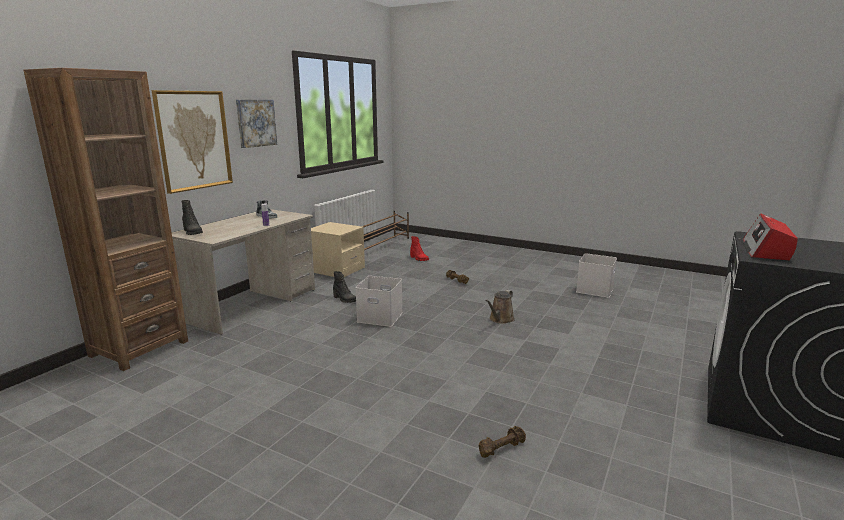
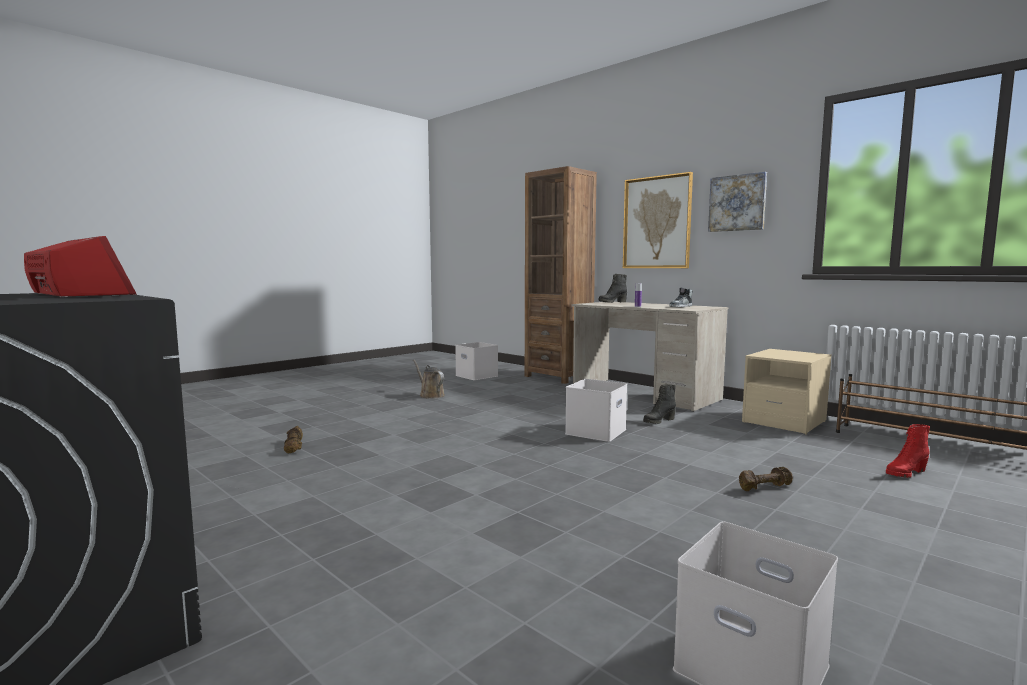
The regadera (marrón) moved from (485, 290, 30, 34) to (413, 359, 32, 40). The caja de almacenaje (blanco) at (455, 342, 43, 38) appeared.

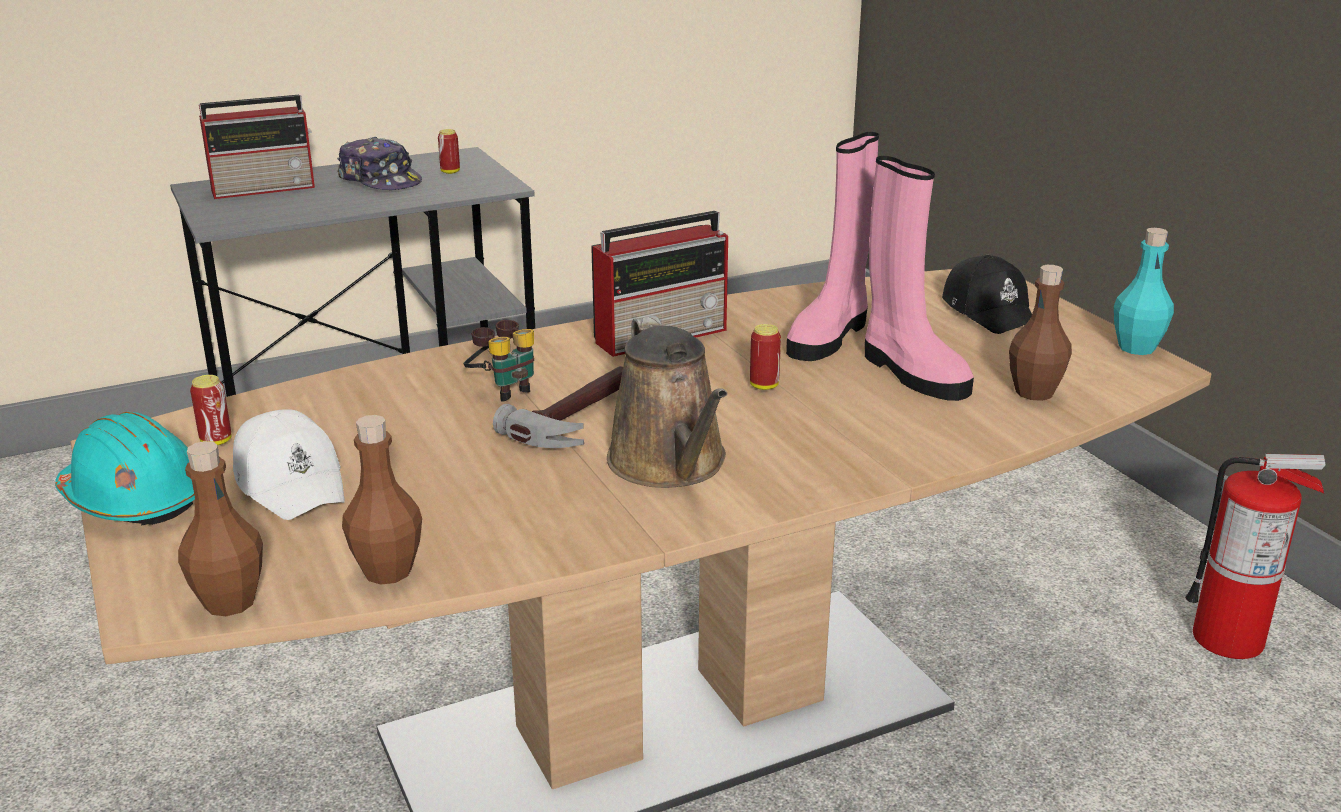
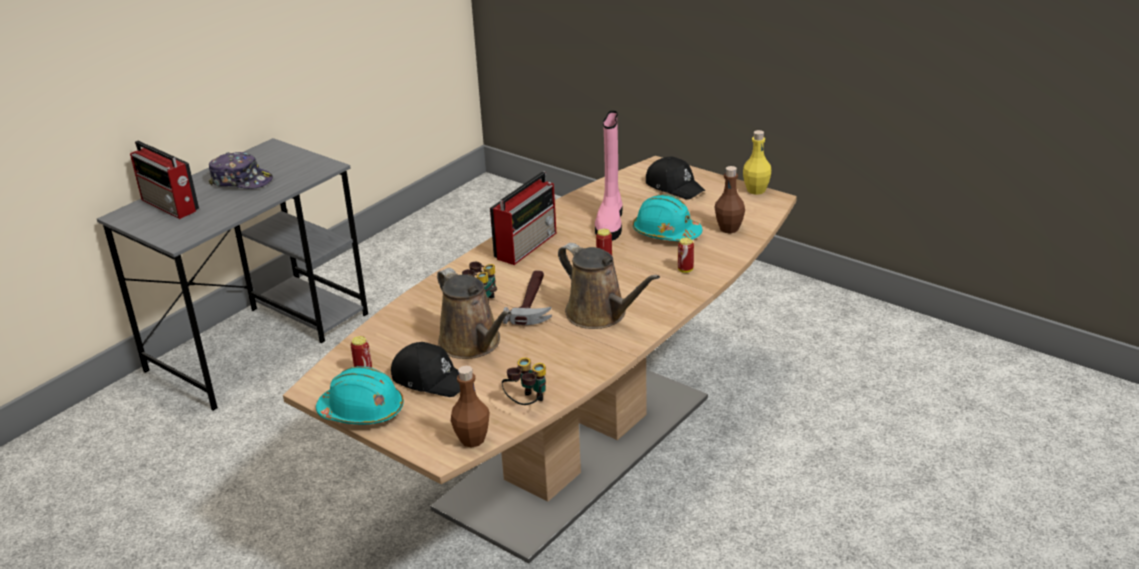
The radio at (199, 95, 116, 104) turned 90 degrees clockwise. The gorra (blanco) at (233, 409, 112, 111) became the gorra (negro) at (391, 342, 69, 55). The botella (marrón) at (342, 415, 80, 170) was replaced by the prismáticos at (502, 357, 44, 48). The lata moved from (438, 129, 22, 45) to (678, 238, 16, 35). The bota (rosa) at (865, 156, 109, 245) was replaced by the casco (turquesa) at (633, 194, 69, 47). The botella (turquesa) at (1114, 228, 60, 127) became the botella (amarillo) at (743, 130, 28, 65). The extintor at (1185, 454, 140, 205) disappeared. The regadera (marrón) at (437, 268, 74, 91) appeared.

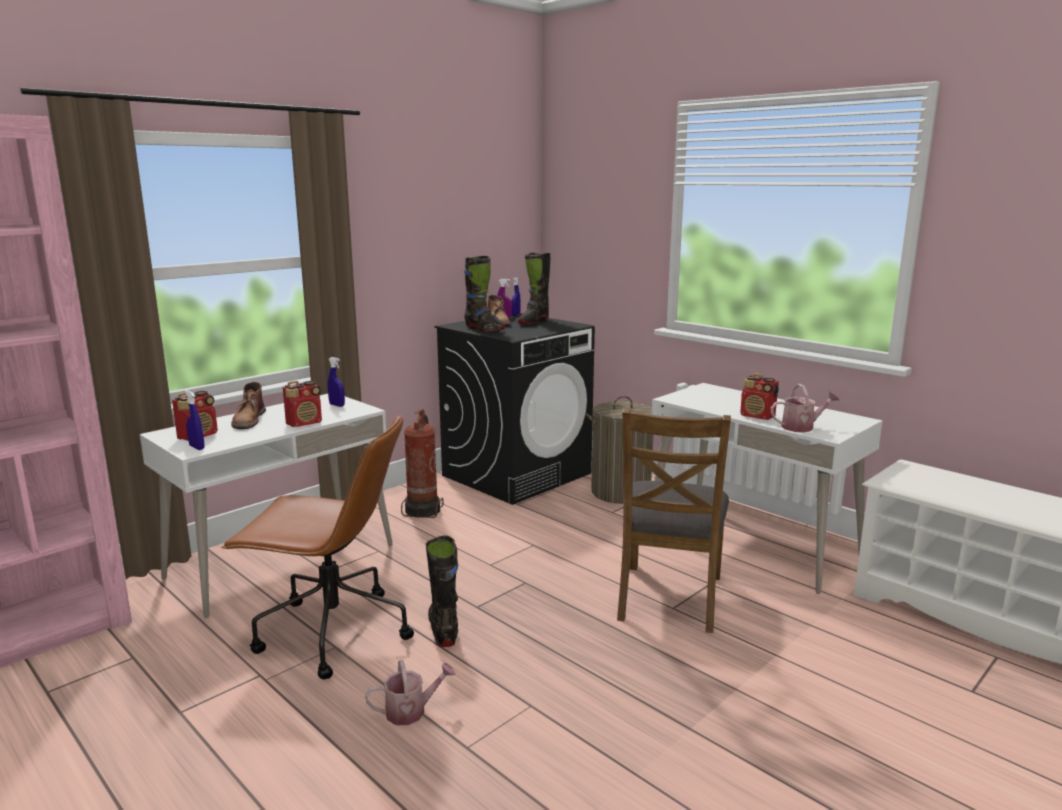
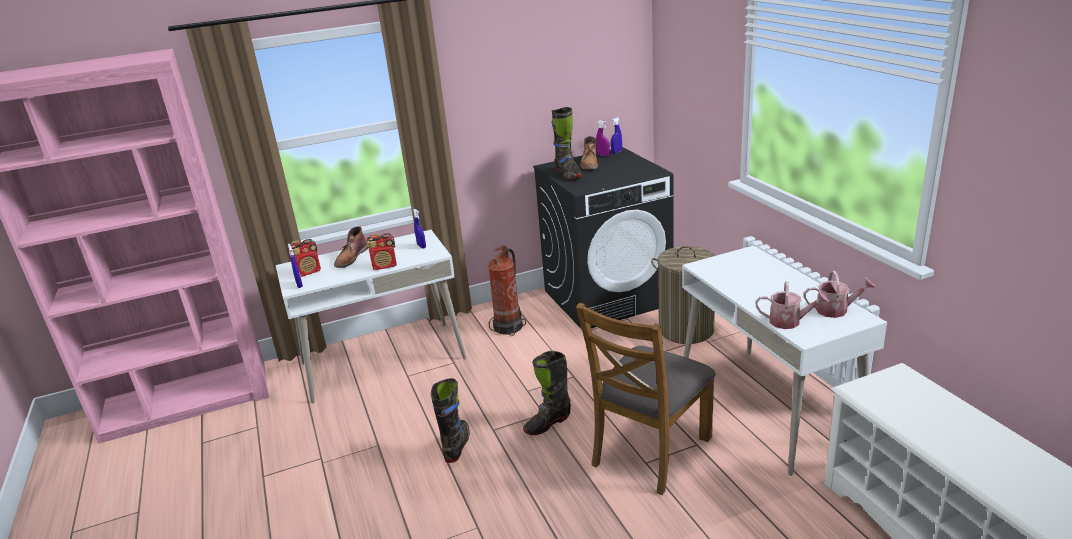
The silla de oficina (marrón) at (222, 415, 192, 264) disappeared. The regadera moved from (365, 660, 91, 65) to (804, 271, 72, 47). The bota (negro) moved from (518, 253, 32, 72) to (523, 351, 48, 84). The radio at (740, 373, 39, 47) disappeared.

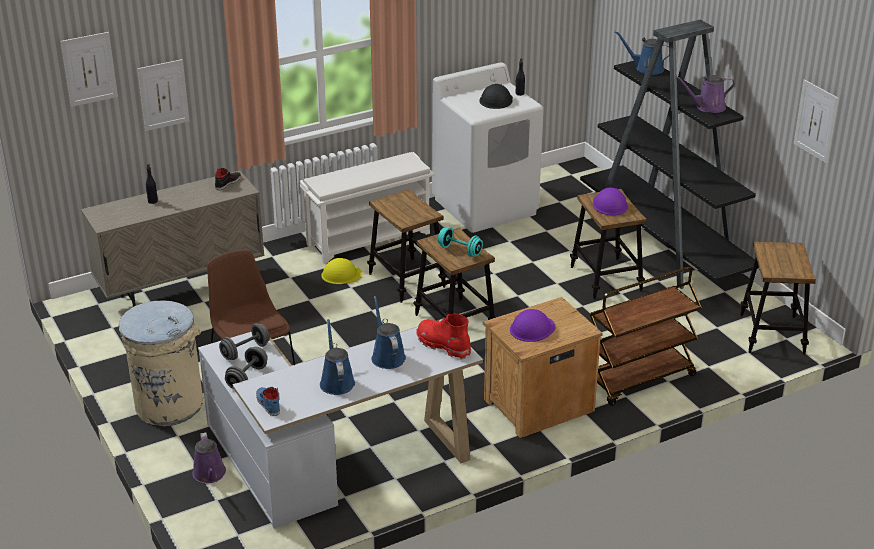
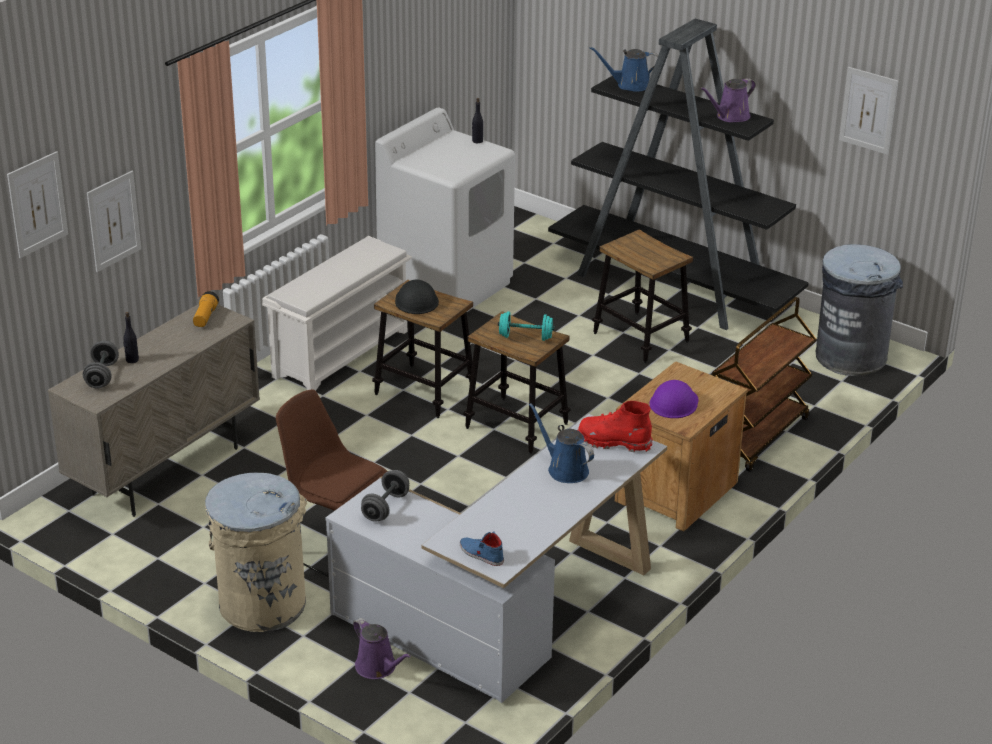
The zapato (negro) at (215, 168, 26, 22) was replaced by the linterna at (193, 291, 26, 36). The mancuerna (gris) moved from (225, 347, 43, 42) to (83, 341, 36, 48). The regadera (azul) at (320, 319, 35, 76) disappeared. The casco (amarillo) at (321, 258, 41, 26) disappeared. The casco (negro) moved from (479, 84, 34, 25) to (395, 280, 44, 34). The casco (morado) at (593, 188, 35, 27) disappeared. The taburete at (740, 241, 76, 114) was replaced by the papelera (gris) at (816, 244, 87, 132).

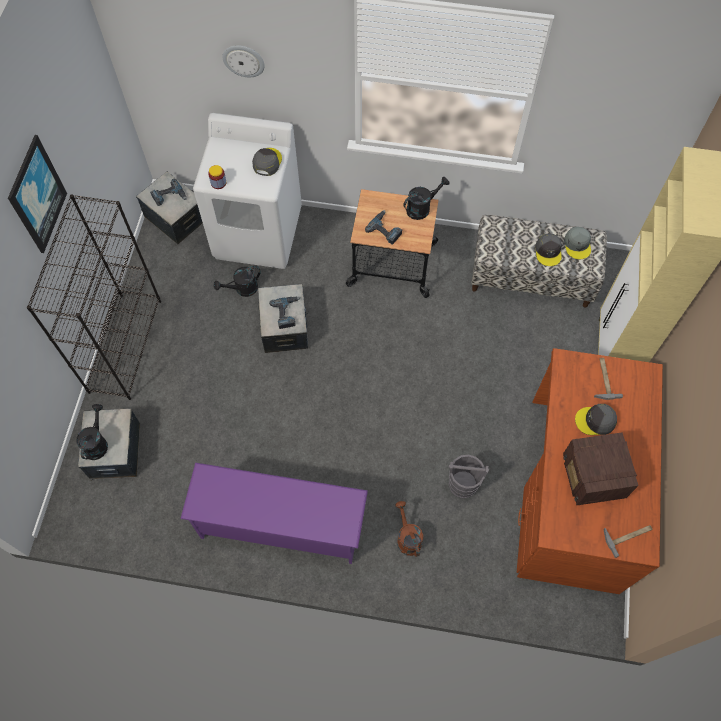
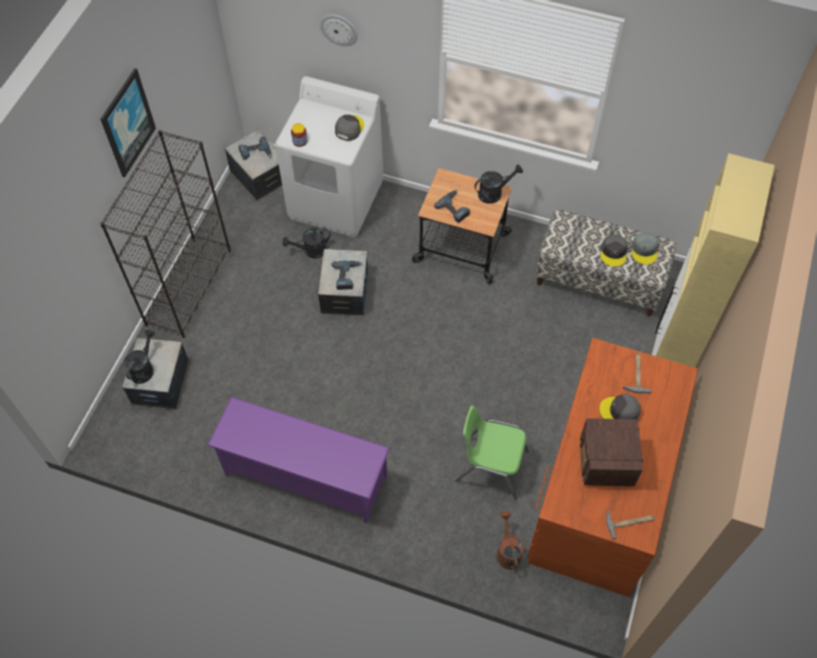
The regadera (marrón) moved from (395, 501, 28, 56) to (497, 511, 27, 59). The cubo (gris) at (449, 455, 40, 43) was replaced by the silla (verde) at (455, 406, 74, 94).

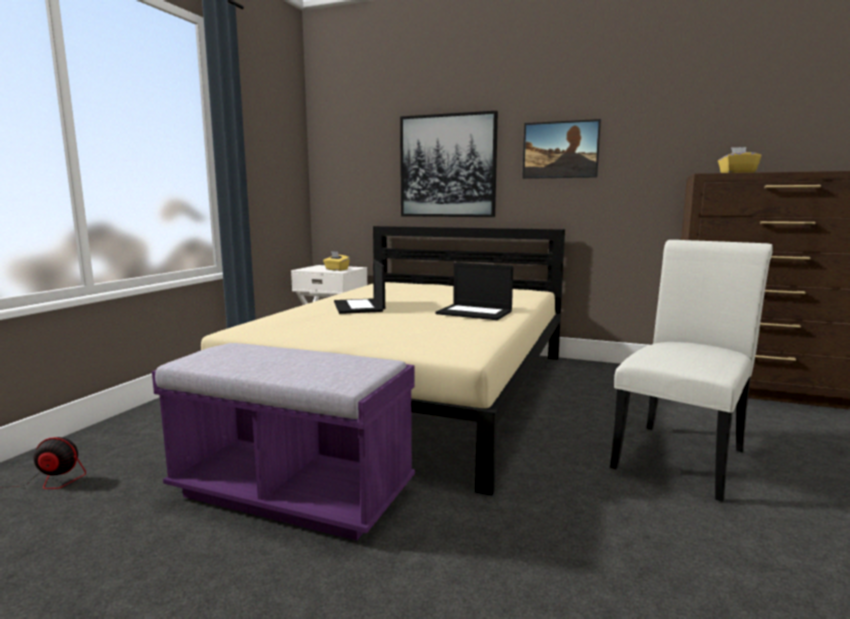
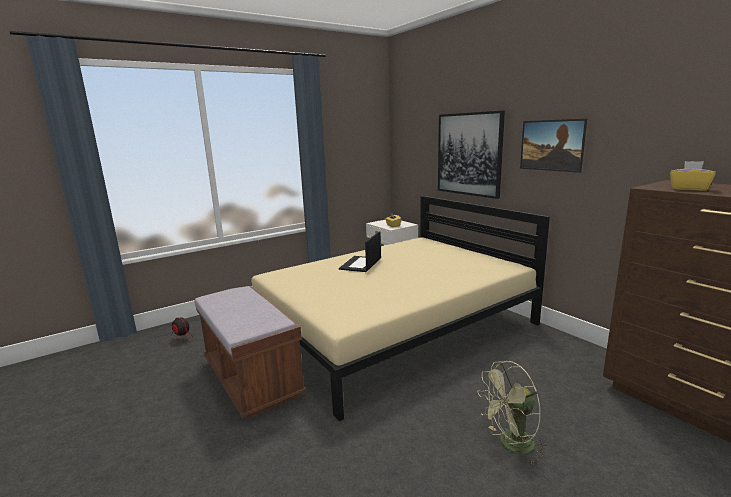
The banco (morado) at (152, 343, 263, 198) became the banco (marrón) at (195, 286, 111, 133). The portátil at (436, 262, 77, 58) disappeared. The silla (blanco) at (610, 240, 163, 262) was replaced by the ventilador (verde) at (477, 361, 69, 103).

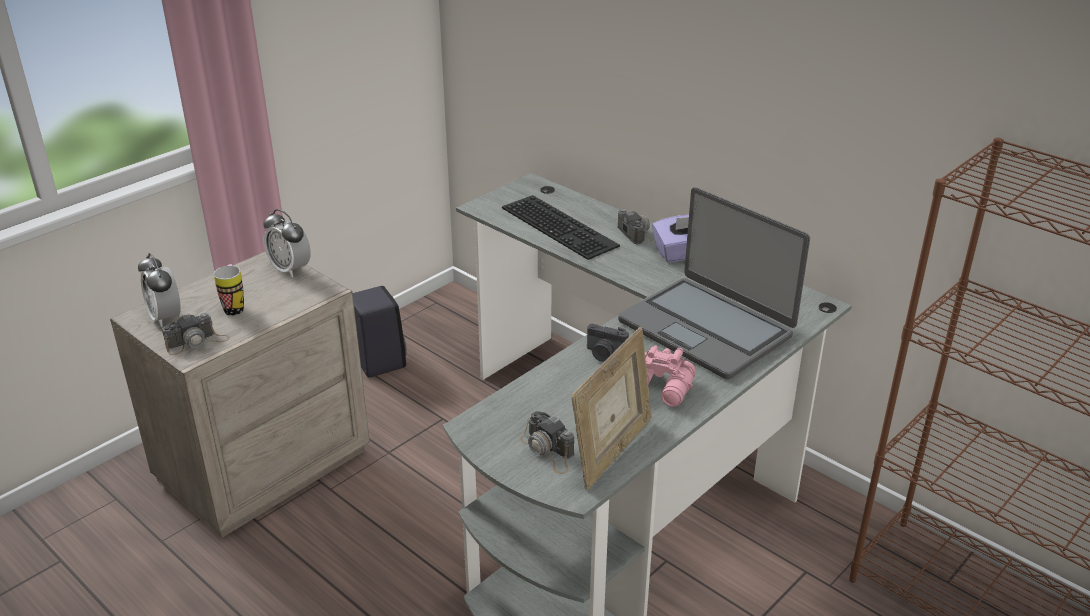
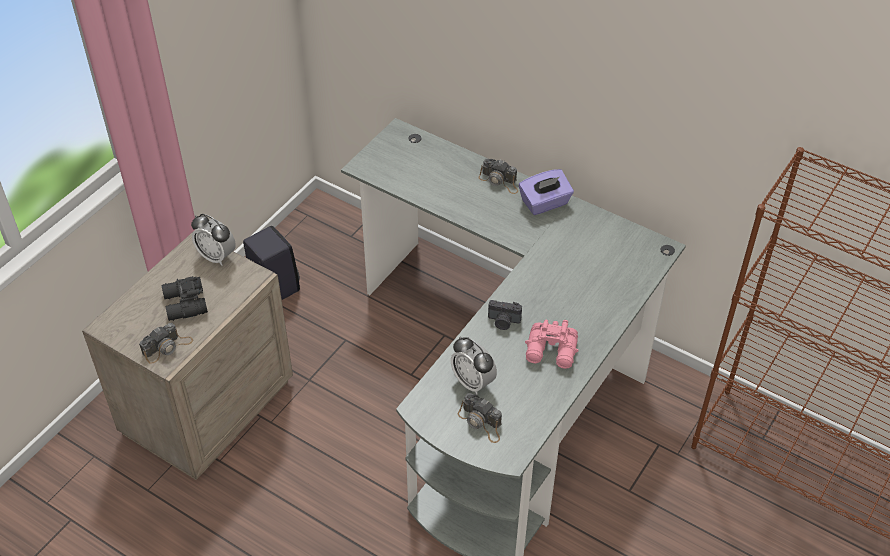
The despertador moved from (138, 253, 43, 74) to (451, 337, 46, 58). The taza grande at (214, 264, 30, 52) was replaced by the prismáticos (negro) at (161, 276, 47, 45). The teclado at (502, 195, 118, 65) disappeared. The portarretratos at (571, 327, 81, 163) disappeared. The cámara at (617, 209, 35, 35) turned 150 degrees clockwise. The portátil at (618, 187, 192, 192) disappeared.

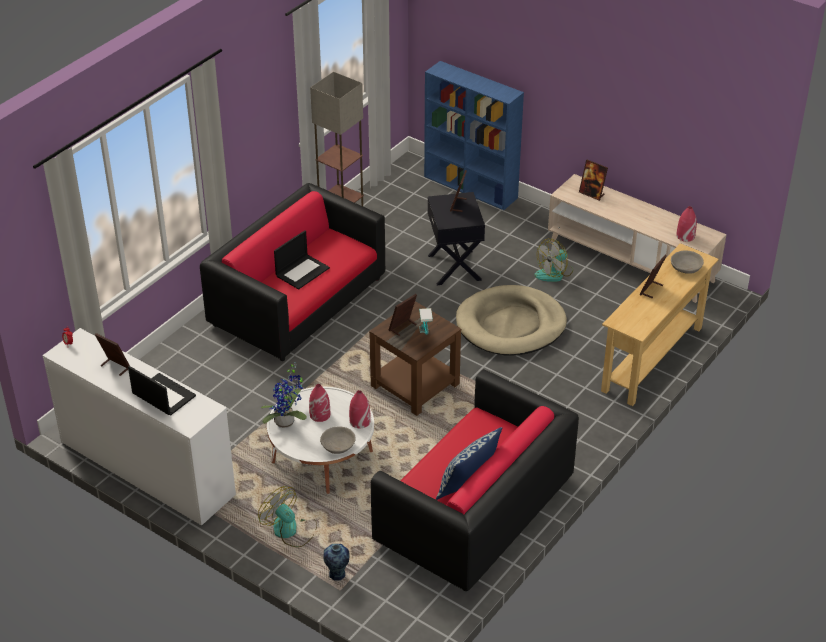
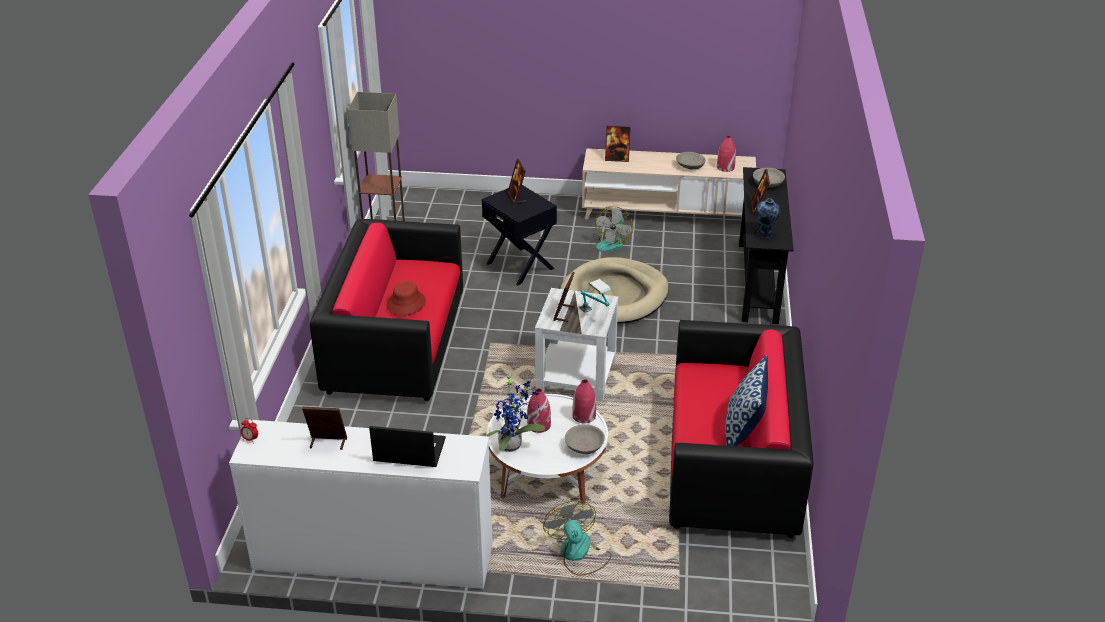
The ventilador at (258, 486, 59, 61) turned 60 degrees clockwise. The portátil at (274, 230, 56, 60) was replaced by the sombrero (rojo) at (387, 281, 39, 35). The florero moved from (324, 544, 25, 37) to (756, 198, 25, 40). The mesa auxiliar (marrón) at (369, 301, 92, 115) became the mesa auxiliar (blanco) at (535, 288, 84, 113). The estantería (azul) at (424, 61, 100, 149) disappeared. The mesa consola (beis) at (601, 243, 118, 163) became the mesa consola (negro) at (739, 167, 55, 157). The cuenco (gris) at (676, 152, 30, 18) appeared.

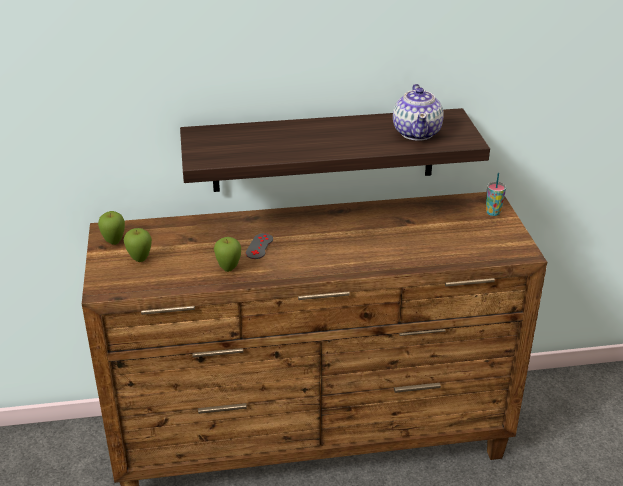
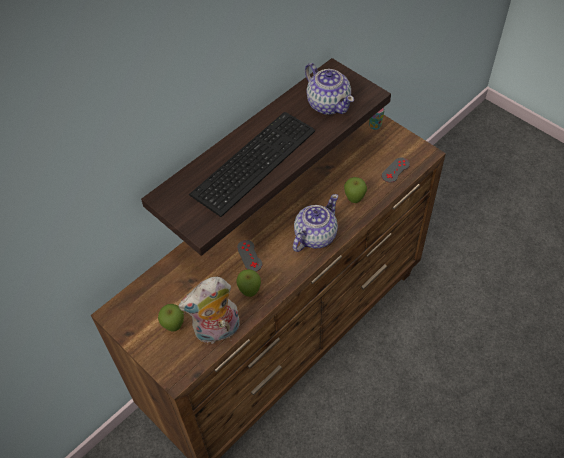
The manzana moved from (98, 211, 27, 34) to (344, 177, 23, 26). The peluche at (178, 276, 62, 68) appeared. The teclado at (189, 112, 126, 105) appeared. The tetera at (293, 194, 45, 58) appeared. The mando de consola (gris) at (382, 157, 28, 26) appeared.

